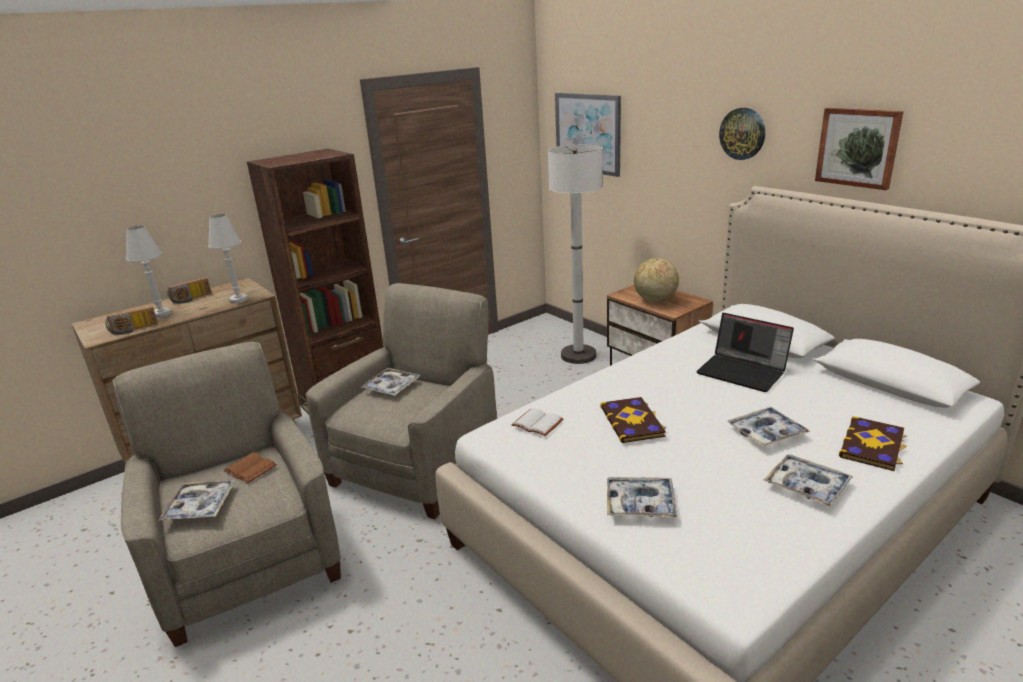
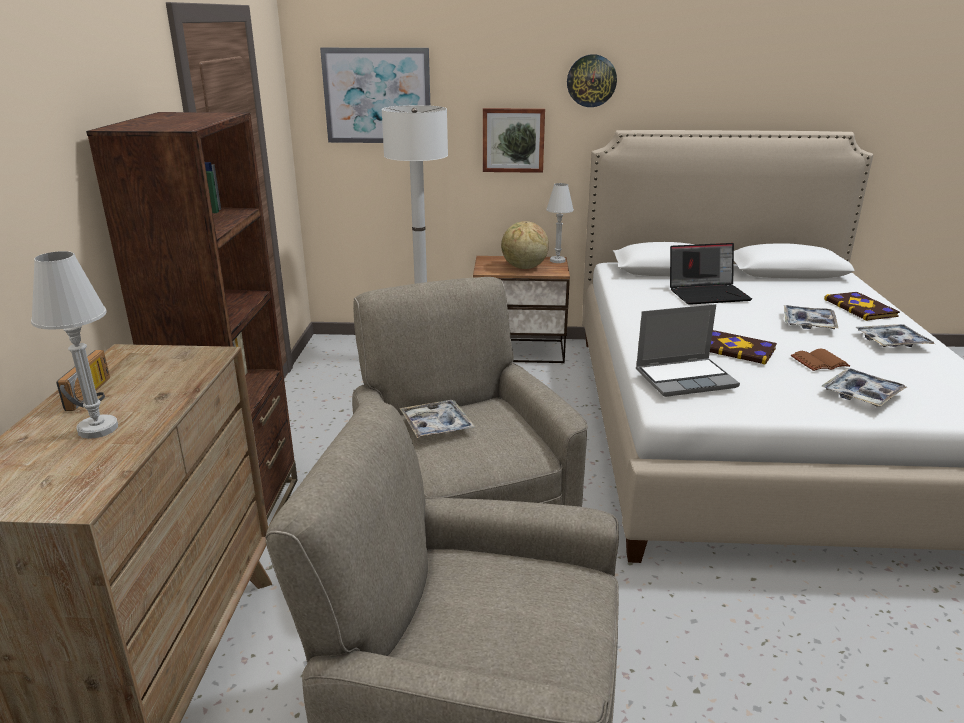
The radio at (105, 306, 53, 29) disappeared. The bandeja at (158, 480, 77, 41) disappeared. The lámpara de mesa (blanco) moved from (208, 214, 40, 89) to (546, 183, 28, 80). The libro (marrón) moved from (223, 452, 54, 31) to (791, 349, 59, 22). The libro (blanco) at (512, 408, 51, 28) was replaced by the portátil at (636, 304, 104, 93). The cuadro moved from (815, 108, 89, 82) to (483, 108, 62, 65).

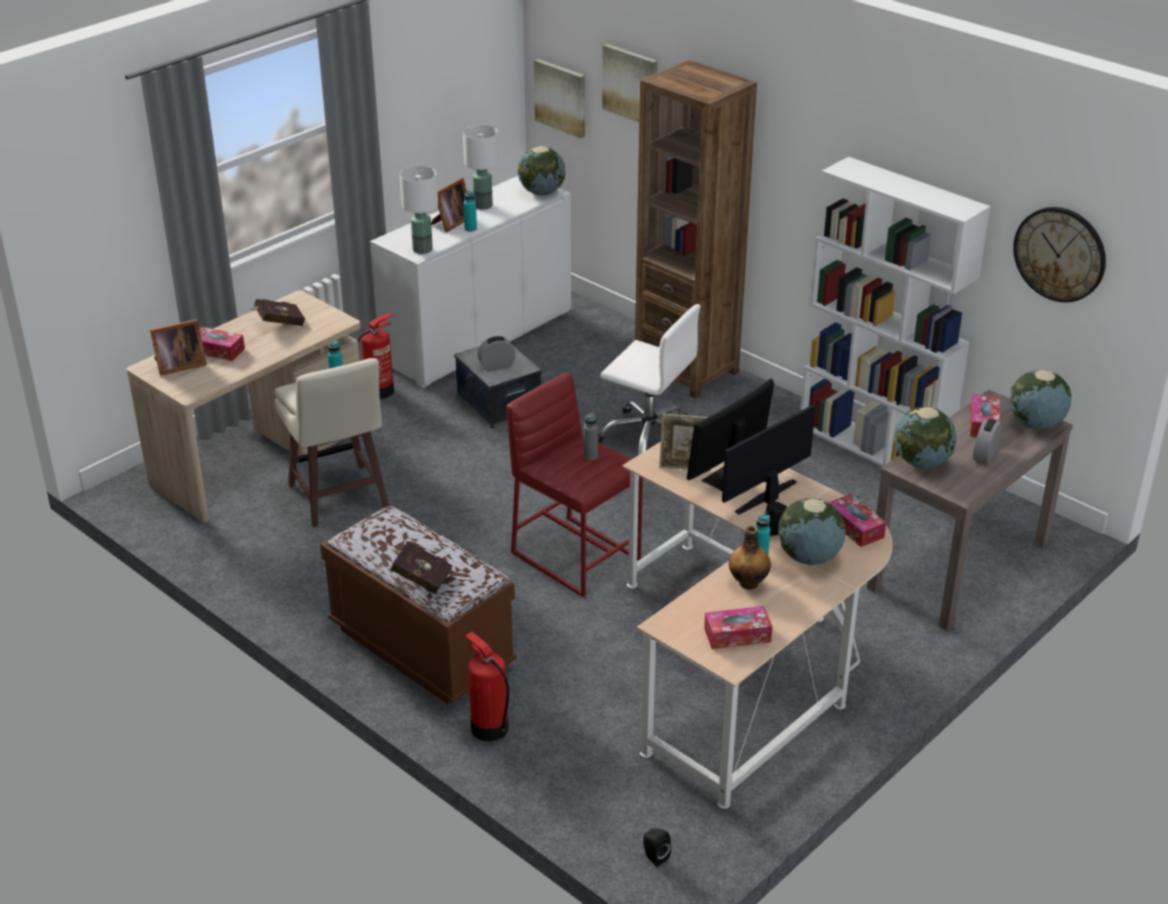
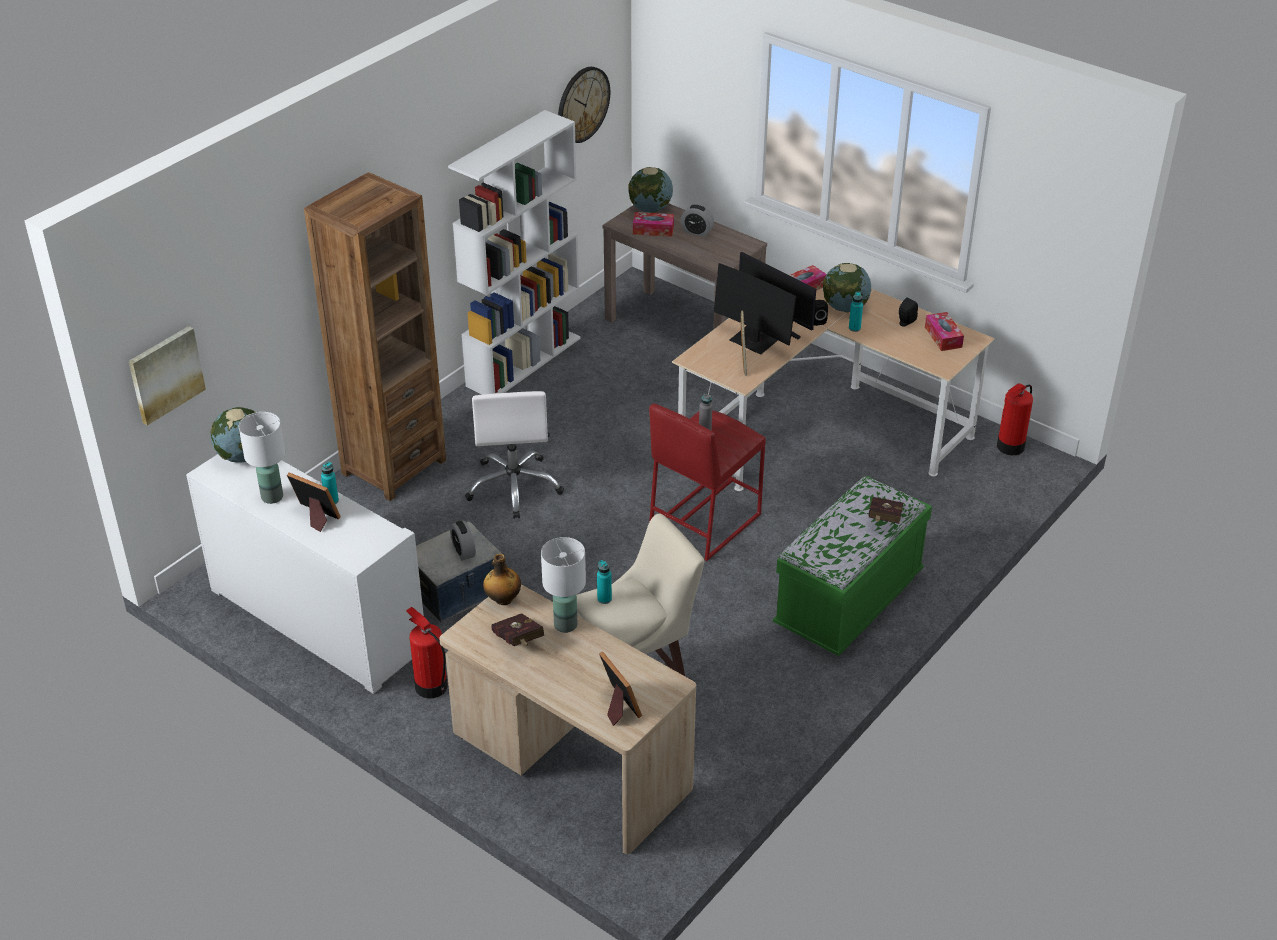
The caja de pañuelos at (200, 327, 45, 34) disappeared. The banco (marrón) at (320, 506, 197, 198) became the banco (verde) at (773, 476, 159, 180). The lámpara de mesa (blanco) moved from (400, 166, 38, 88) to (541, 537, 45, 96). The extintor moved from (466, 632, 43, 109) to (997, 383, 36, 72). The silla de oficina (blanco) at (598, 304, 102, 151) turned 150 degrees clockwise. The cuadro at (602, 44, 56, 78) disappeared. The altavoz (negro) moved from (643, 828, 28, 39) to (899, 297, 19, 30). The botella moved from (729, 526, 42, 64) to (483, 554, 38, 51). The globo terráqueo at (894, 407, 62, 61) disappeared.

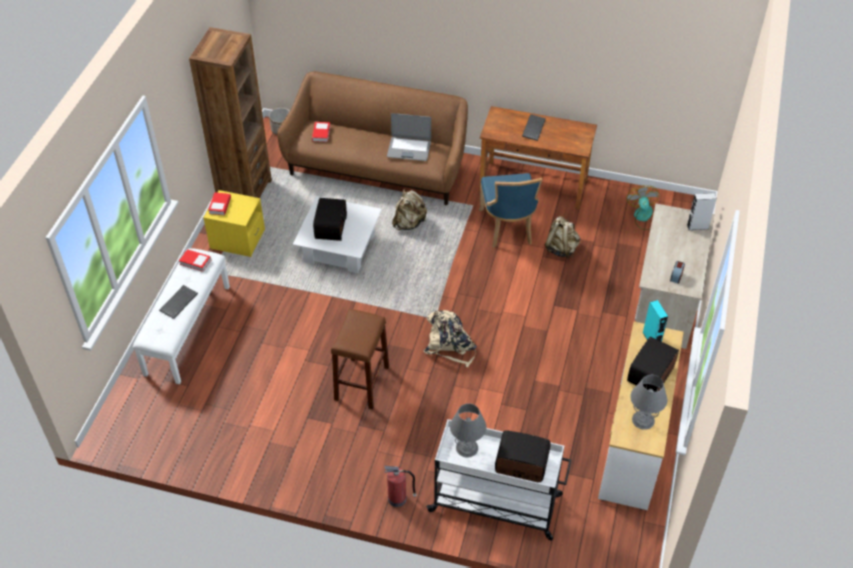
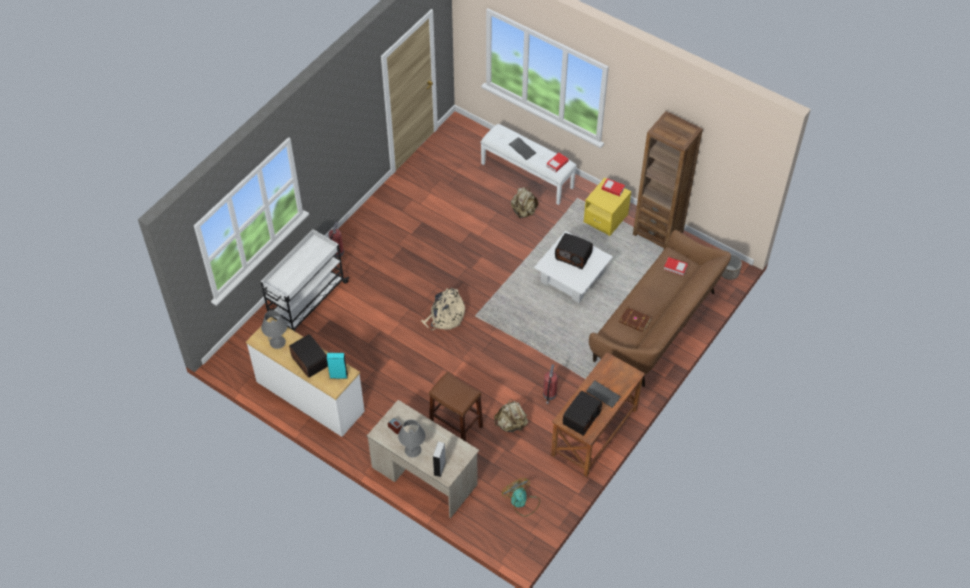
The taburete (marrón) moved from (331, 309, 58, 100) to (429, 372, 54, 69). The portátil at (387, 113, 44, 48) was replaced by the libro (marrón) at (619, 307, 32, 25). The mochila (beis) moved from (392, 189, 35, 41) to (511, 187, 27, 31). The lámpara de mesa (gris) moved from (450, 403, 36, 55) to (398, 419, 27, 39). The silla (azul) at (479, 173, 63, 75) was replaced by the extintor at (543, 364, 15, 40). The radio moved from (495, 430, 56, 52) to (563, 391, 39, 45). The ventilador at (626, 185, 34, 45) turned 135 degrees counterclockwise.

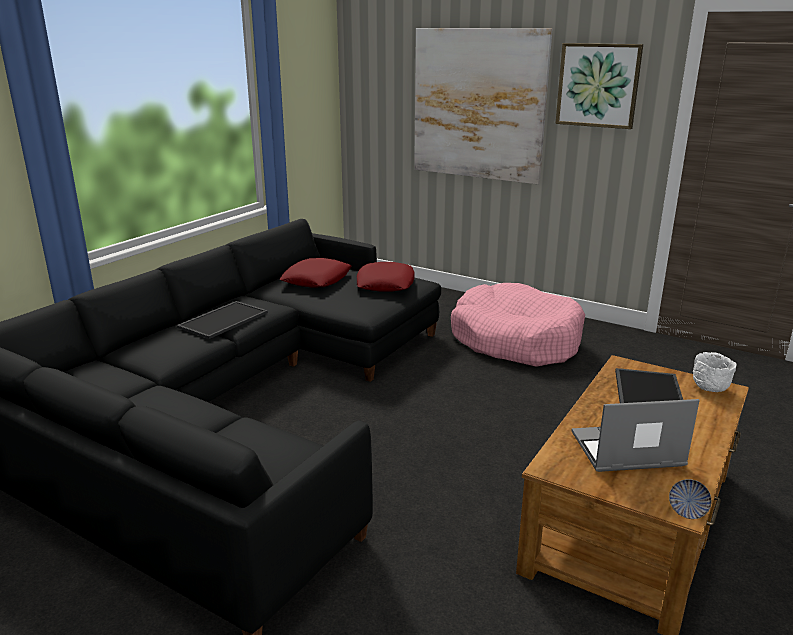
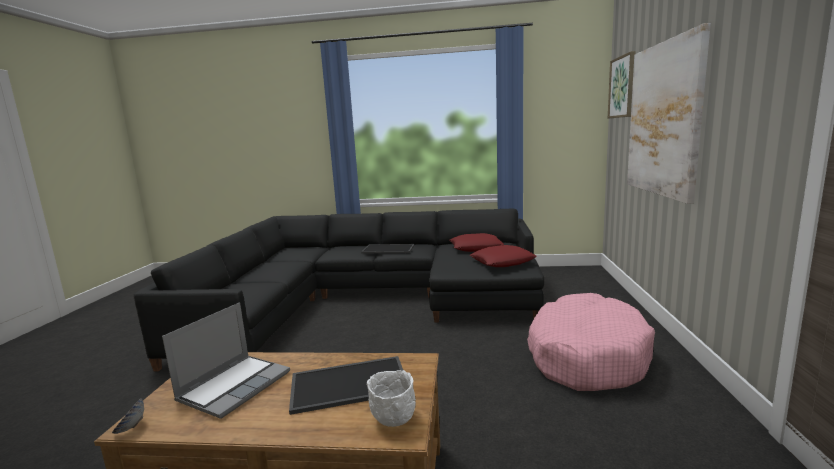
The cuadro moved from (555, 43, 88, 86) to (608, 51, 28, 67). The portátil at (571, 399, 129, 73) turned 60 degrees clockwise.

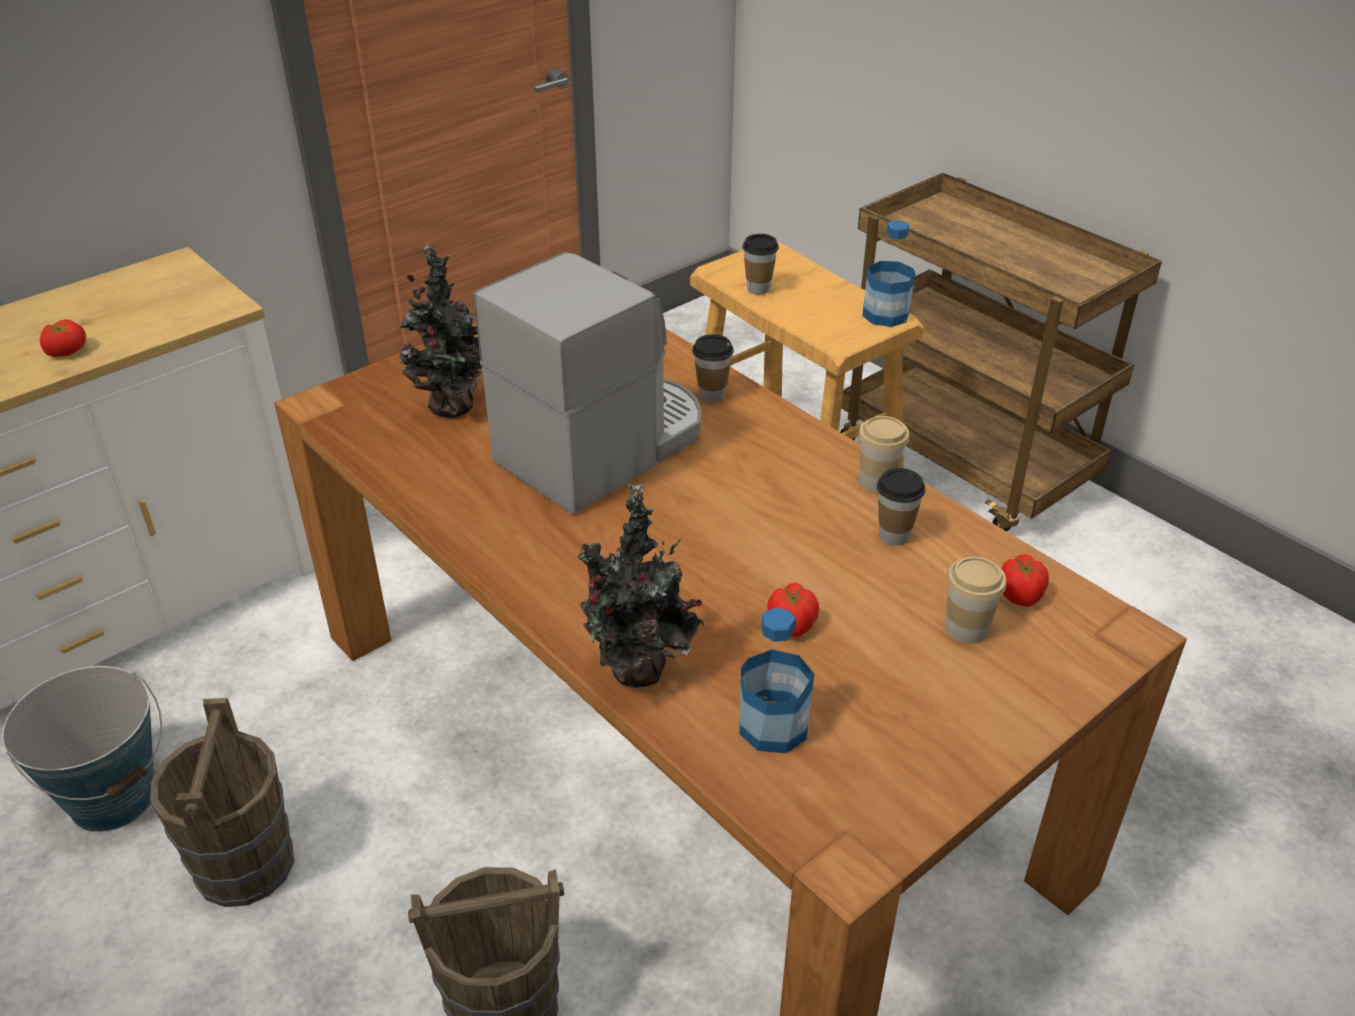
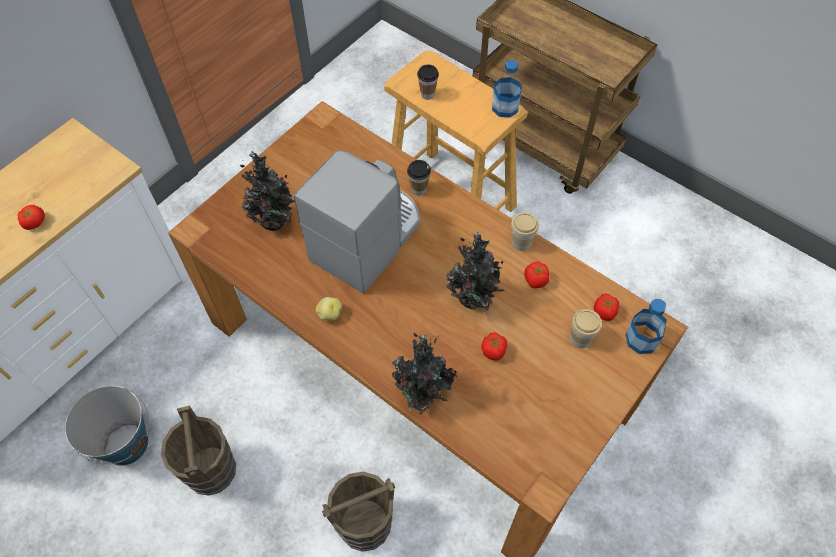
The botella moved from (739, 607, 75, 146) to (625, 299, 42, 55). The taza at (877, 468, 48, 78) was replaced by the tomate at (524, 262, 26, 27). The patata at (316, 297, 26, 25) appeared. The planta en maceta at (446, 231, 58, 80) appeared.

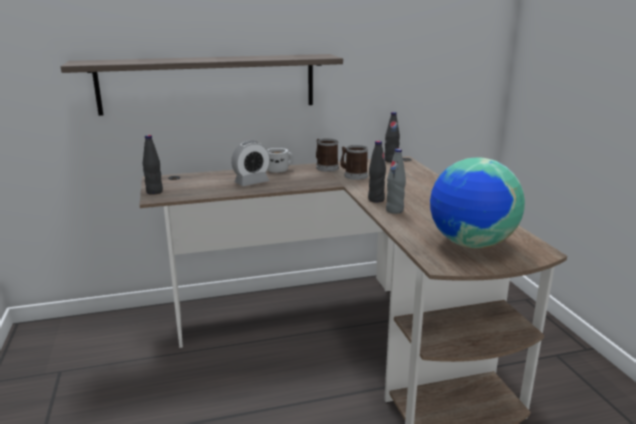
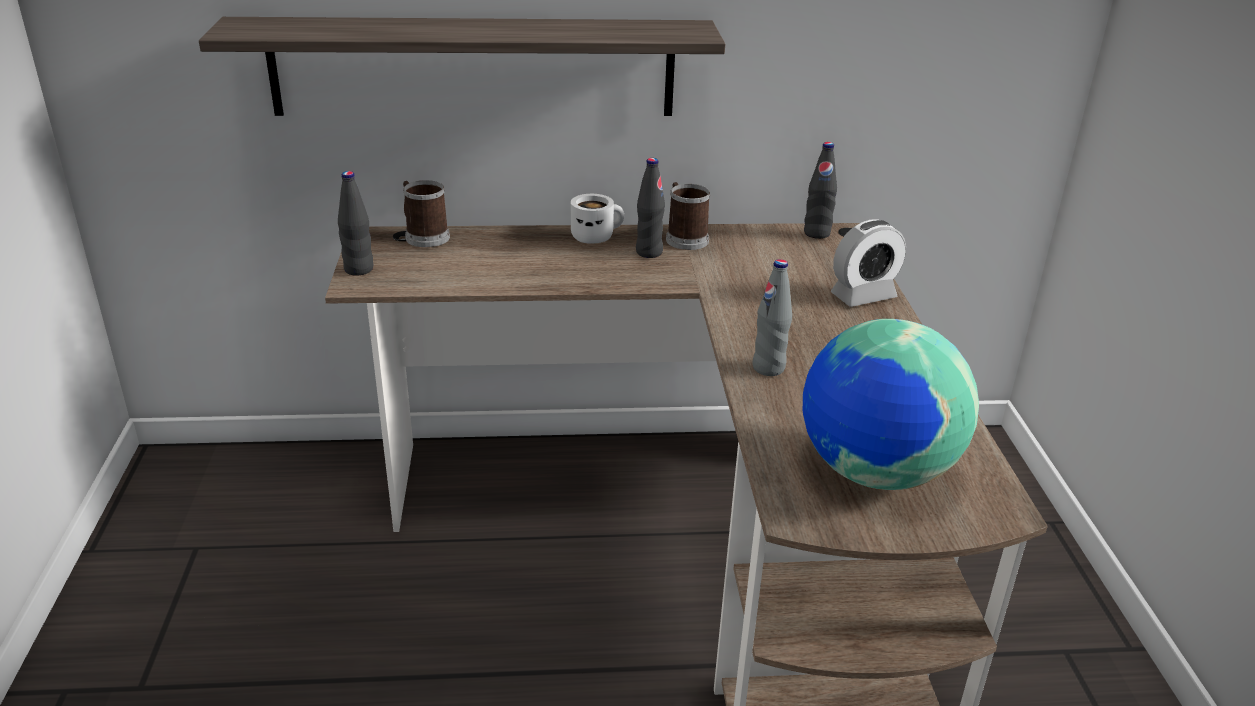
The despertador moved from (231, 141, 39, 45) to (831, 219, 75, 88). The taza grande moved from (340, 145, 28, 35) to (403, 180, 47, 67). The botella (negro) moved from (368, 141, 18, 62) to (636, 158, 29, 100).

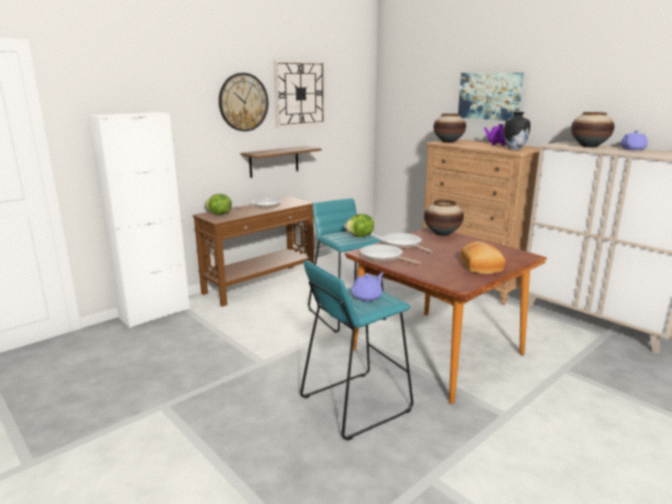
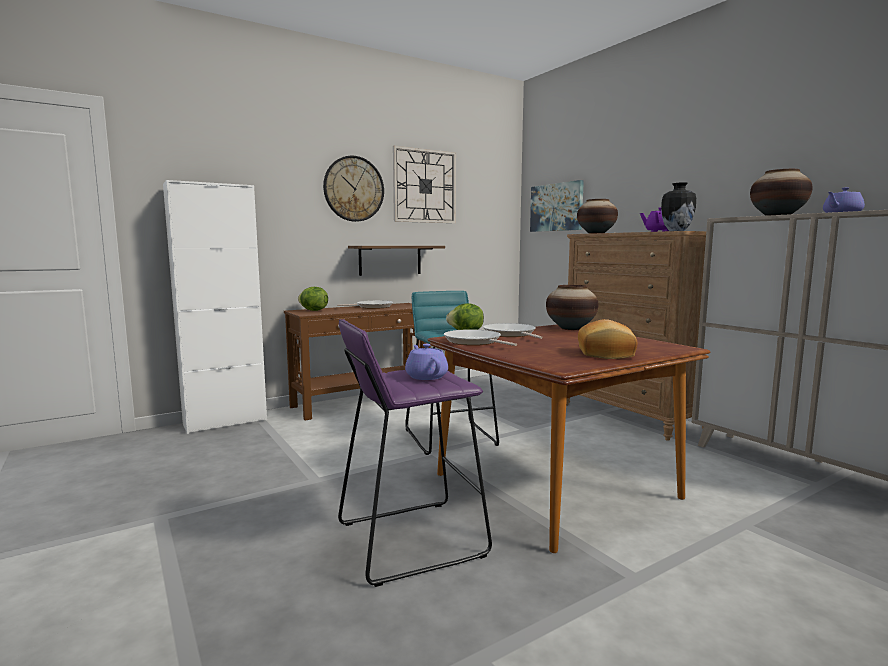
The taburete (turquesa) at (300, 260, 113, 180) became the taburete (morado) at (338, 319, 154, 268). The tetera (morado) at (351, 273, 32, 28) turned 75 degrees counterclockwise. The cuadro moved from (458, 72, 66, 49) to (530, 180, 54, 52).

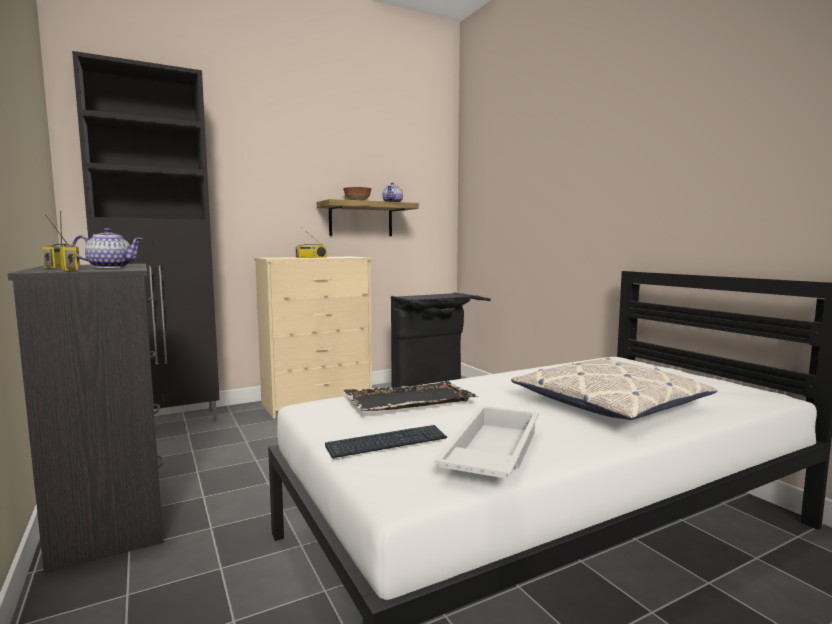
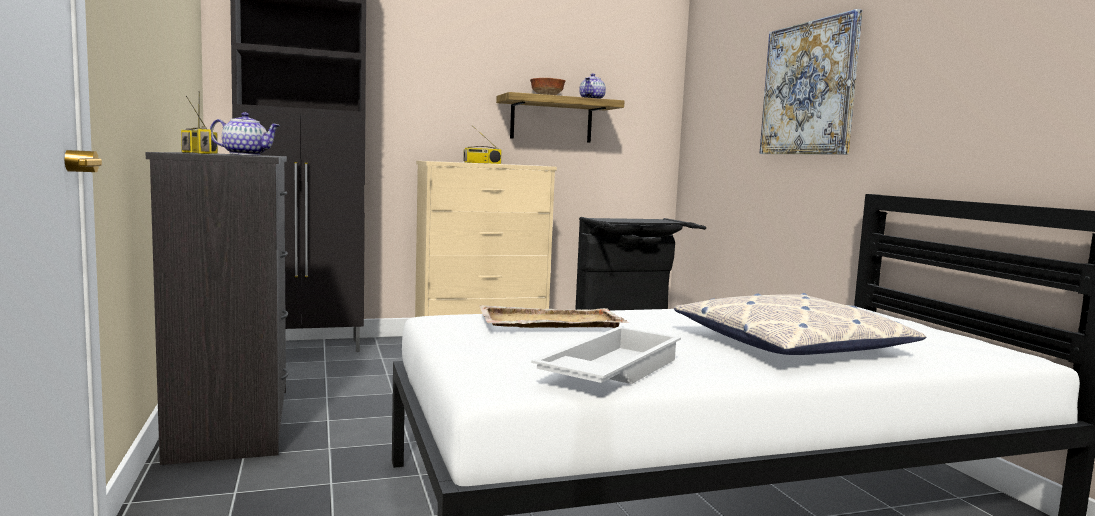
The teclado at (325, 425, 122, 33) disappeared. The bandeja (negro) at (343, 381, 136, 30) became the bandeja (beis) at (479, 305, 150, 23). The cuadro at (759, 9, 104, 146) appeared.

